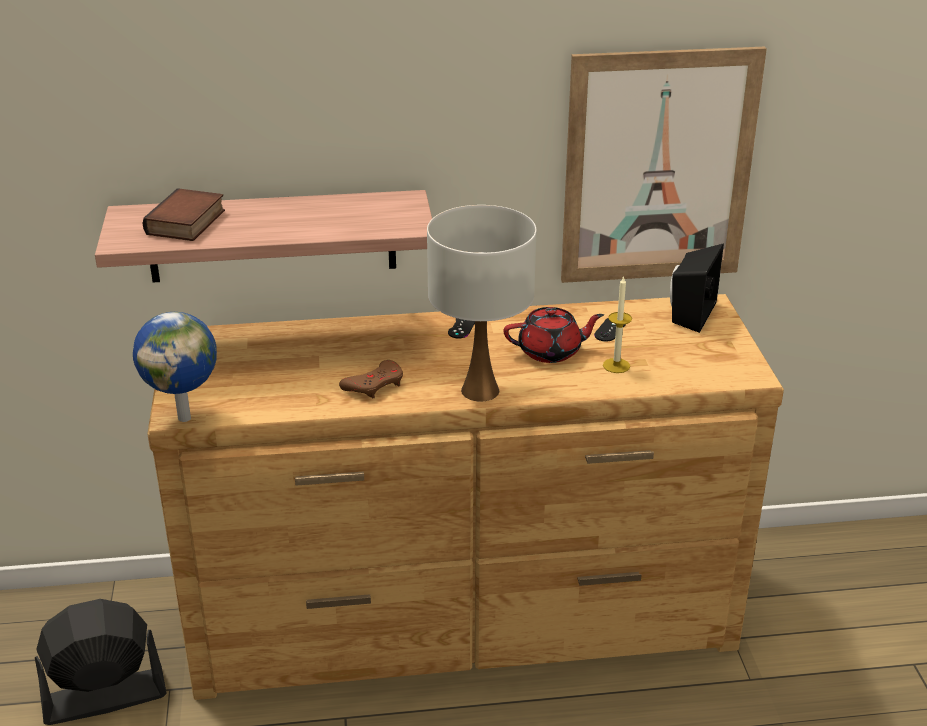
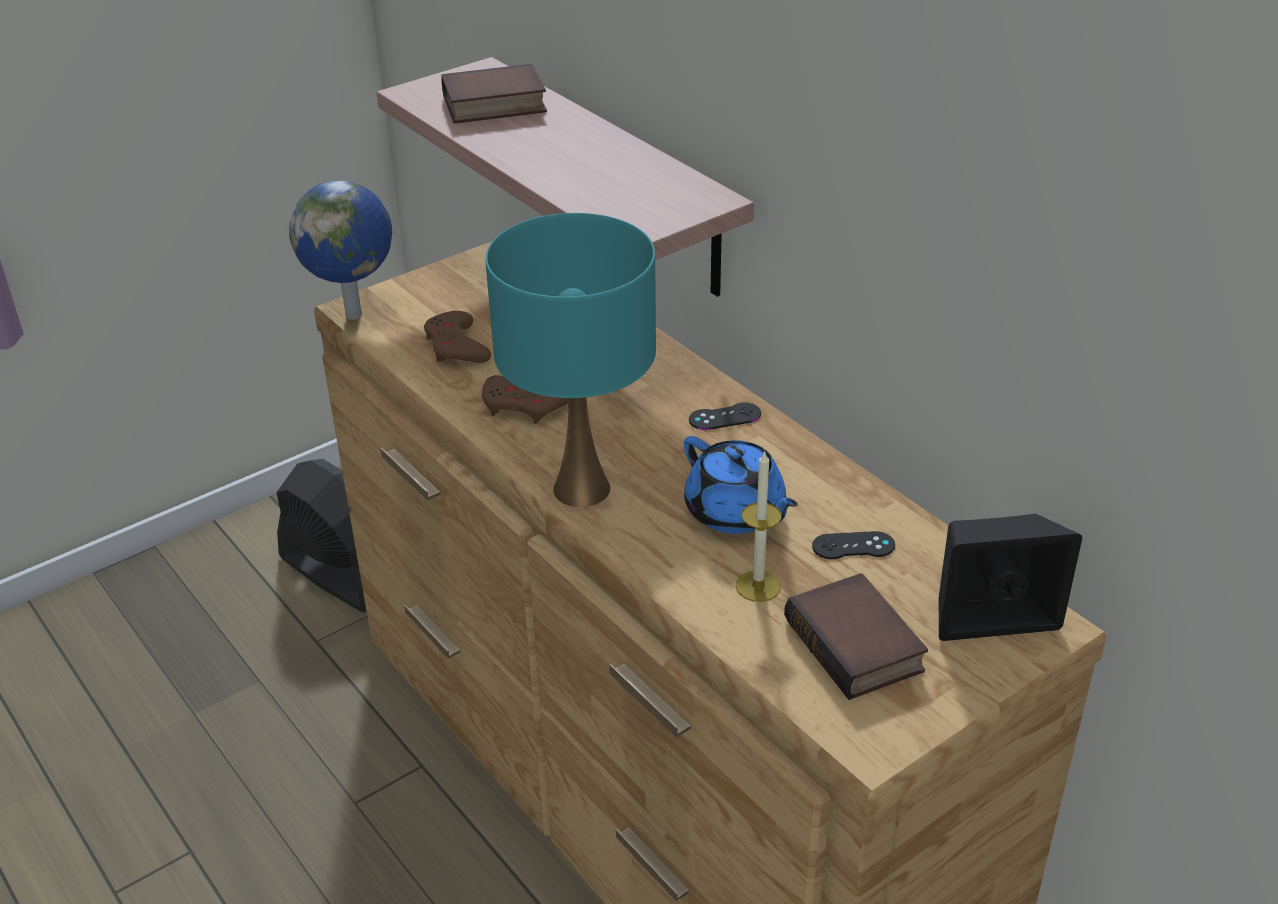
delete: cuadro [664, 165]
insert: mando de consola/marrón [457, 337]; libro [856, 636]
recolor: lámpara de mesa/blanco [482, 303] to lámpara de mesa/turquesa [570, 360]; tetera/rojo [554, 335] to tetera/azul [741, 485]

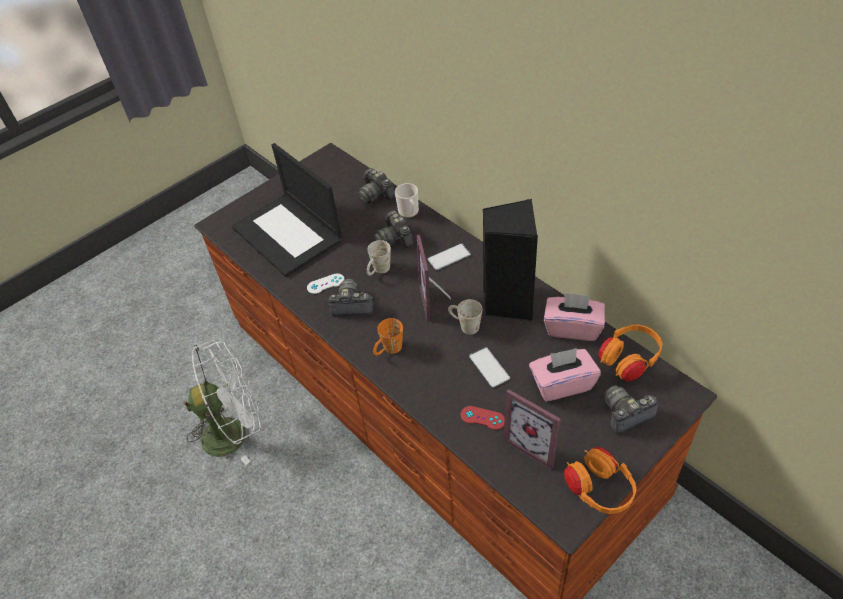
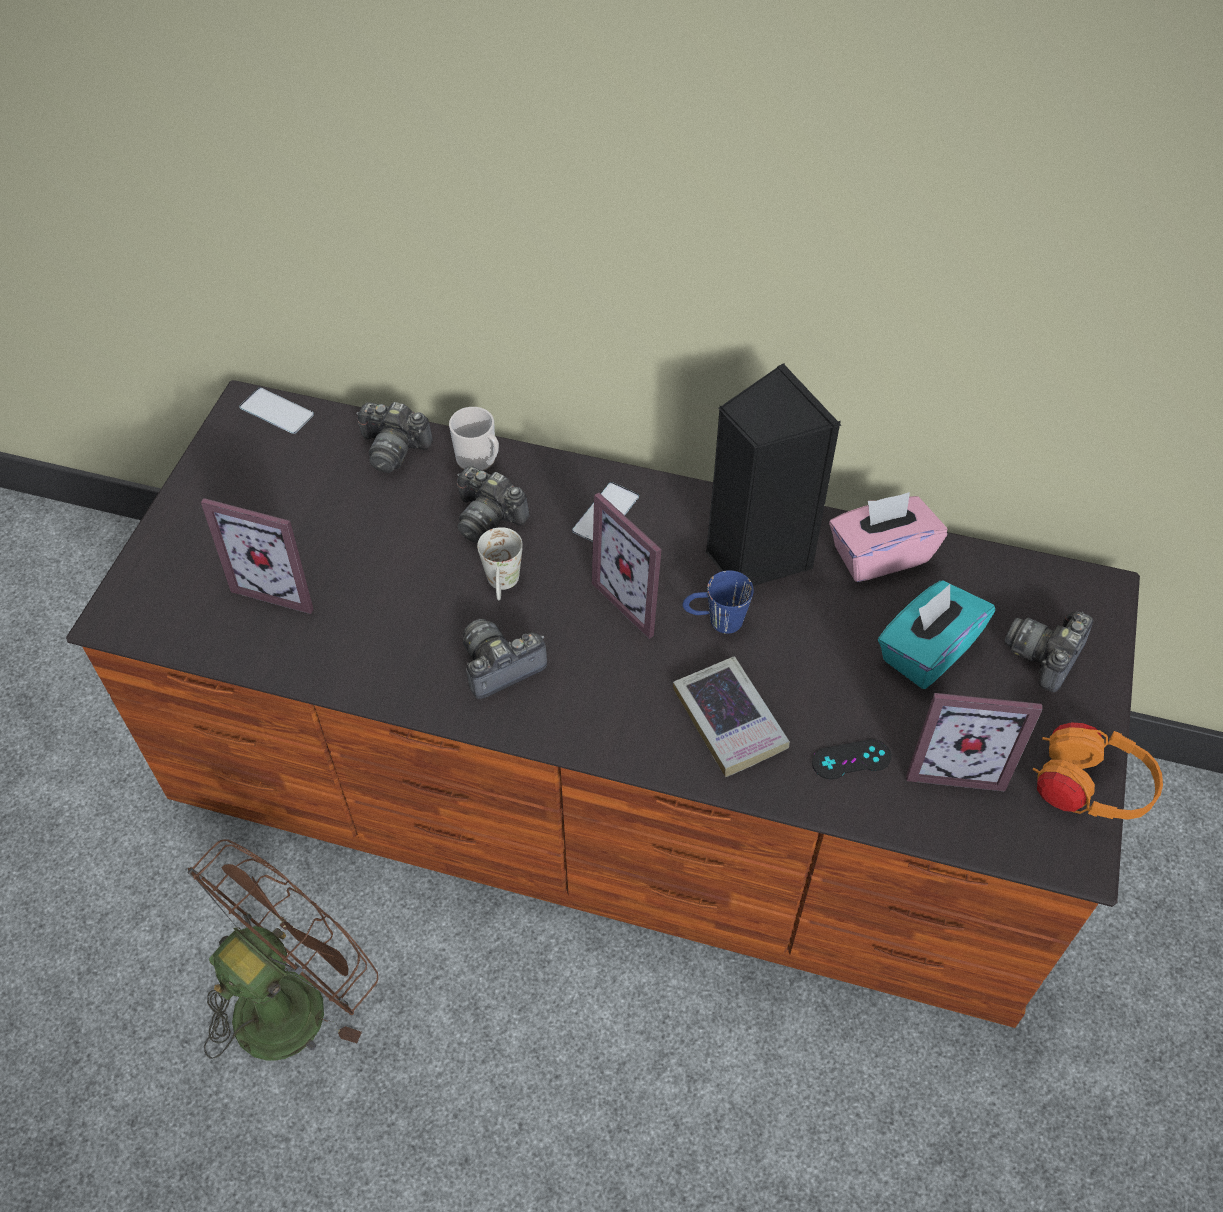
delete: mando de consola/blanco [326, 283]; taza grande/naranja [388, 337]; auriculares/naranja [630, 353]
insert: libro [731, 716]
move: móvil [489, 367] to [276, 411]
replace: portátil [287, 210] to portarretratos [257, 556]
recolor: ventilador/blanco [222, 402] to ventilador/marrón [282, 950]; taza grande/blanco [465, 317] to taza grande/azul [718, 602]; mando de consola/rojo [483, 418] to mando de consola/negro [851, 759]; caja de pañuelos/rosa [565, 374] to caja de pañuelos/turquesa [936, 634]

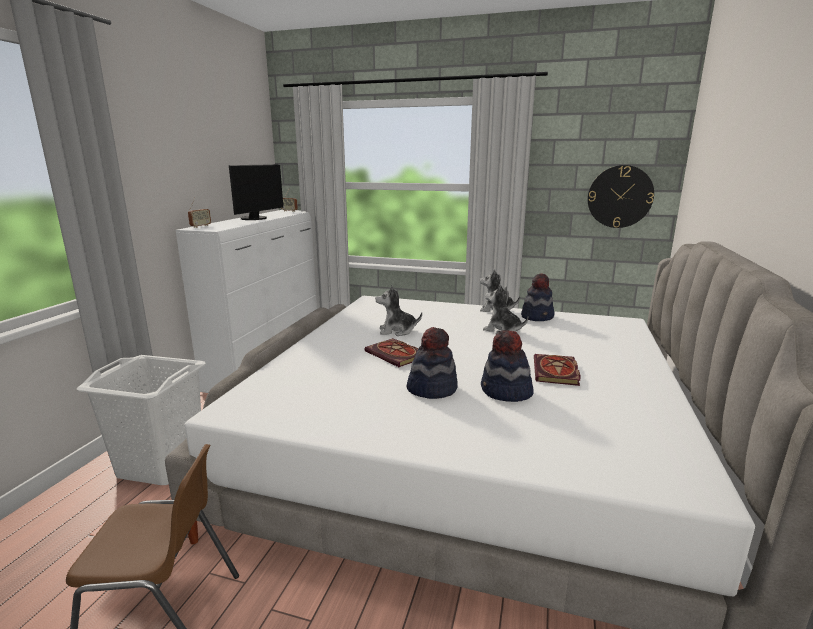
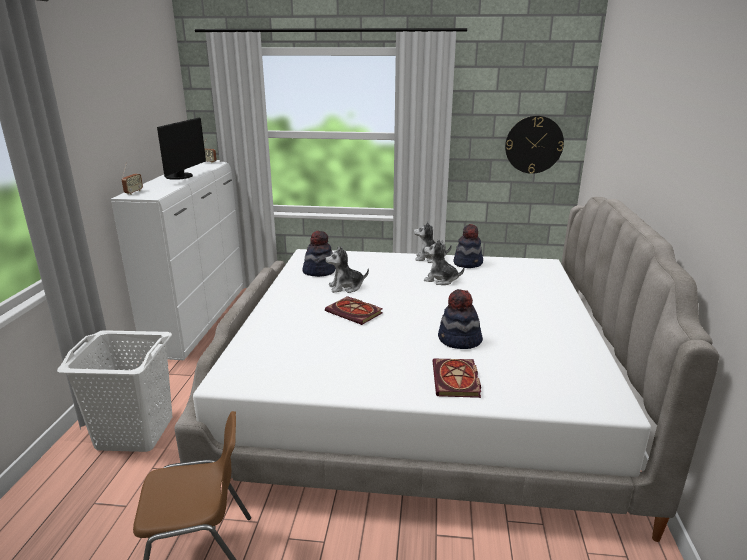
move: sombrero [432, 363] to [319, 254]; libro [557, 370] to [457, 378]

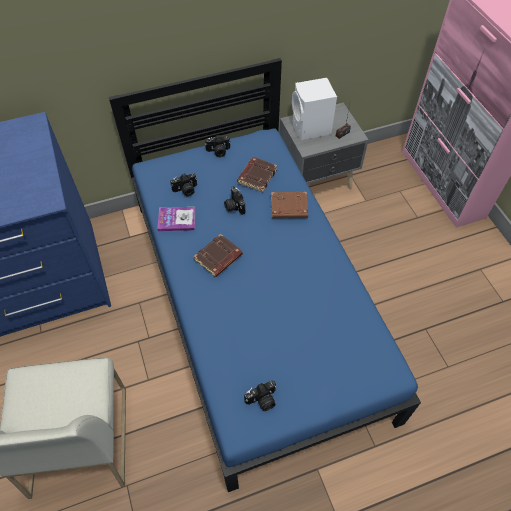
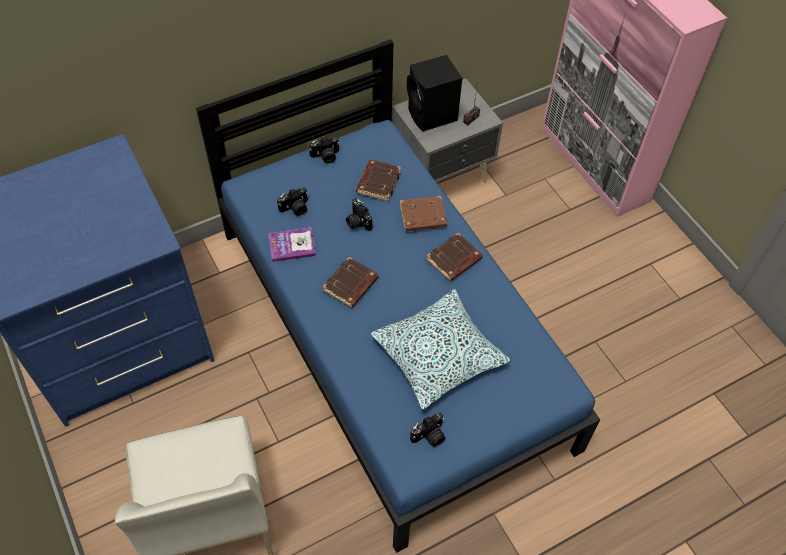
insert: cojín [440, 349]; libro/marrón [454, 257]
recolor: altavoz/blanco [314, 109] to altavoz/negro [434, 93]

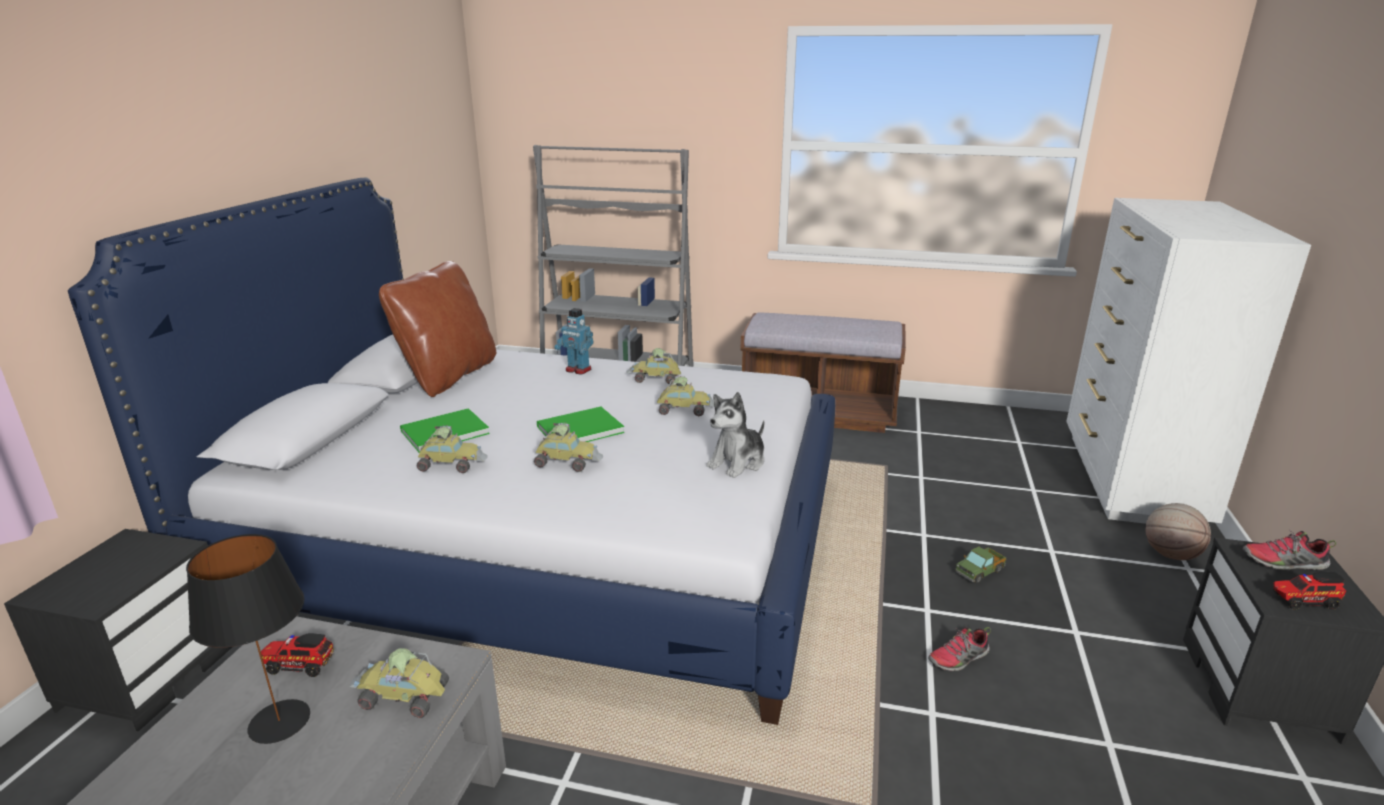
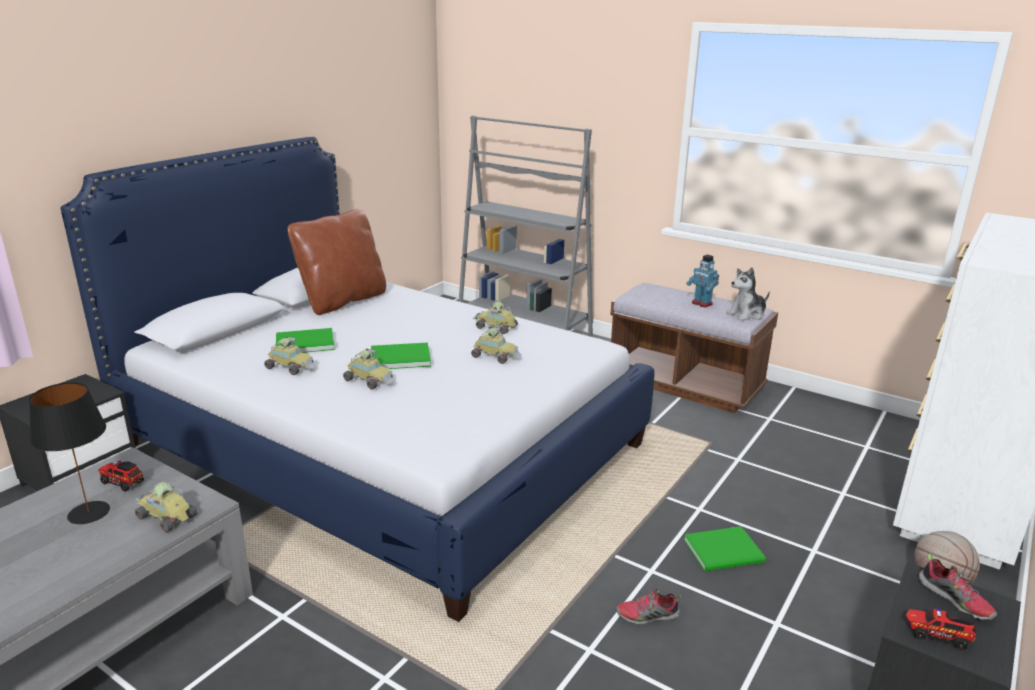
move: robot de juguete [574, 341] to [702, 280]; peluche [735, 435] to [748, 294]
replace: camión de juguete [980, 565] to libro/verde [725, 548]
rotate: zapato [1289, 550] = [958, 586] 150 degrees counterclockwise

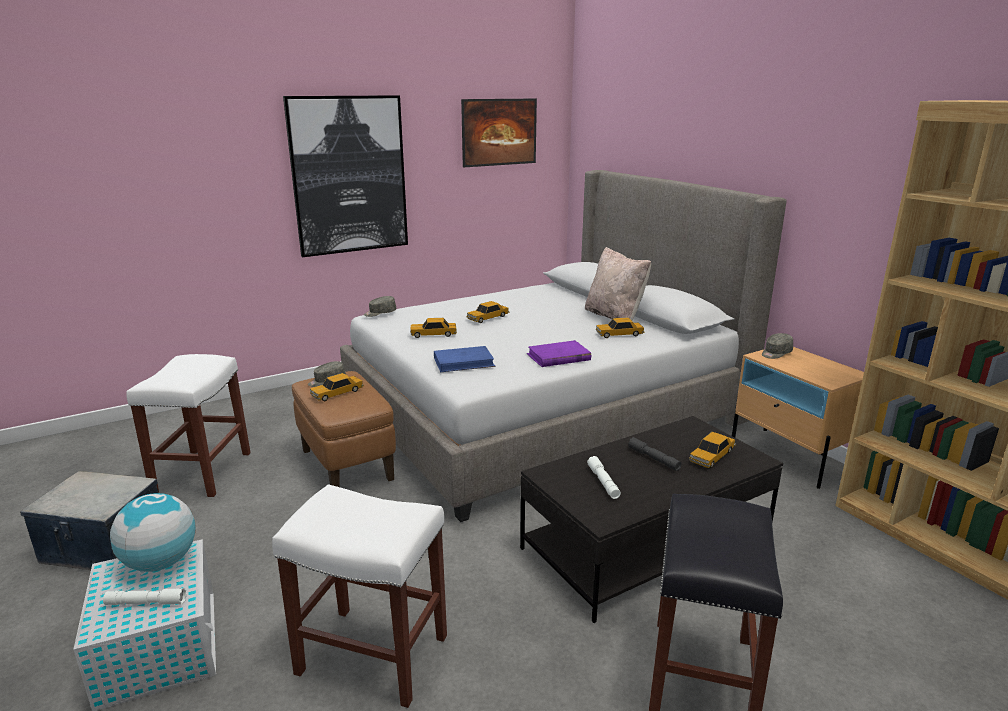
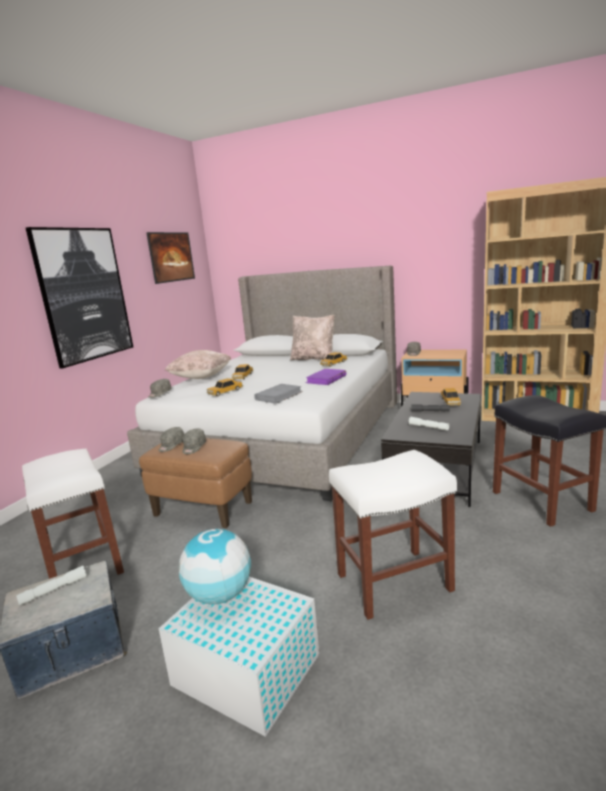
insert: cojín/beis [198, 364]
move: linterna/blanco [145, 596] to [51, 586]
replace: coche de juguete [337, 387] to gorra/gris [194, 441]
recolor: libro/azul [464, 359] to libro/gris [278, 394]

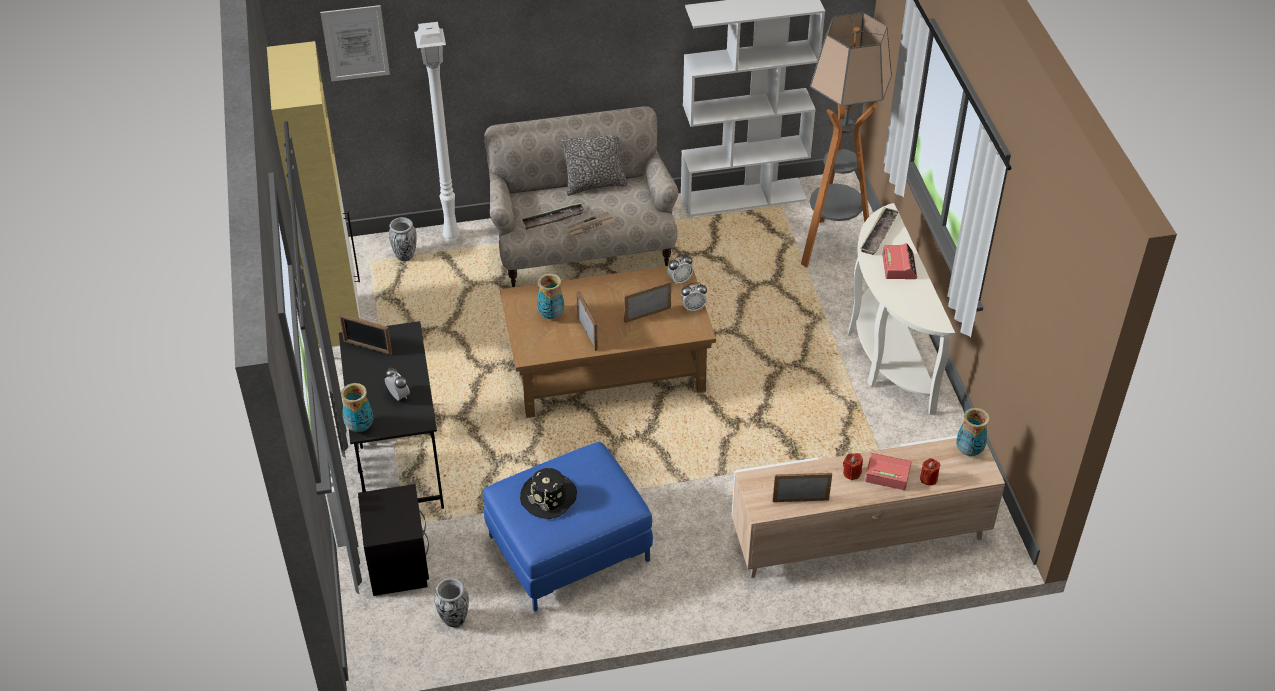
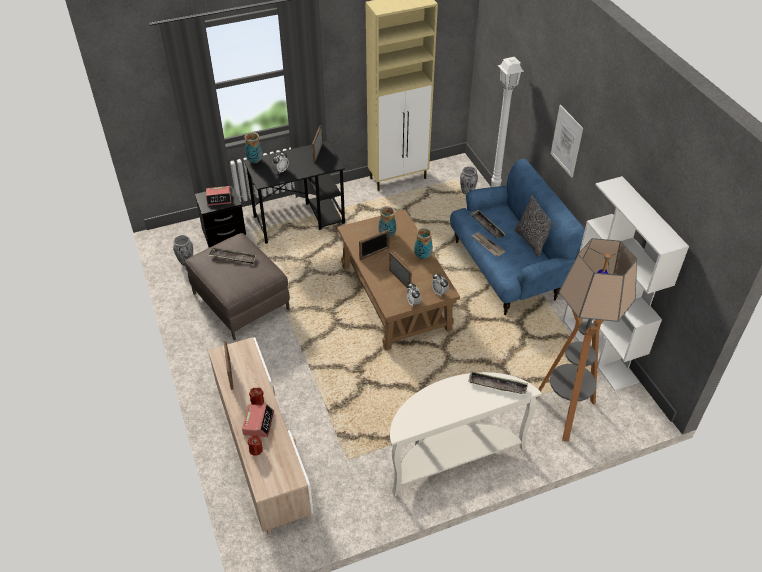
move: cuadro [355, 43] to [567, 141]; despertador [899, 261] to [218, 196]; florero [972, 432] to [423, 243]
replace: sombrero/negro [548, 493] to bandeja [232, 256]
recolor: puf/azul [568, 527] to puf/marrón [237, 286]; sofá/beis [581, 196] to sofá/azul [517, 237]

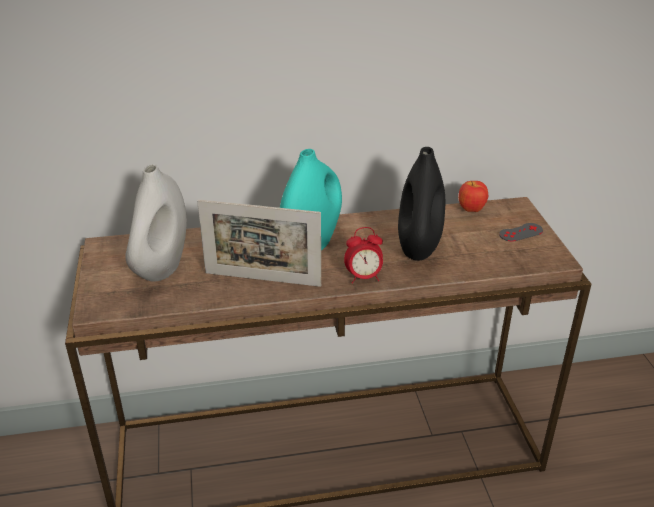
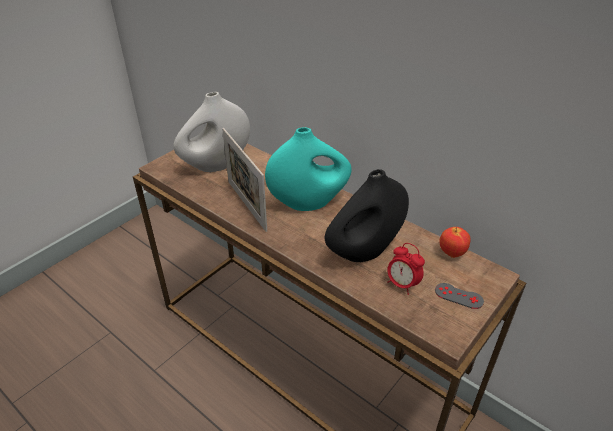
move: despertador [363, 255] to [406, 269]

